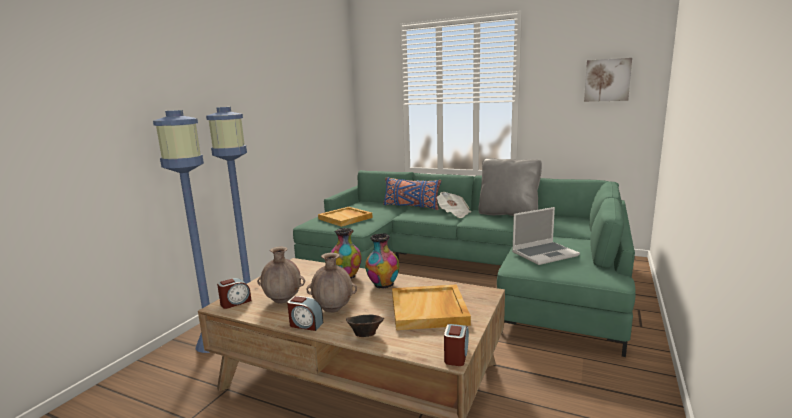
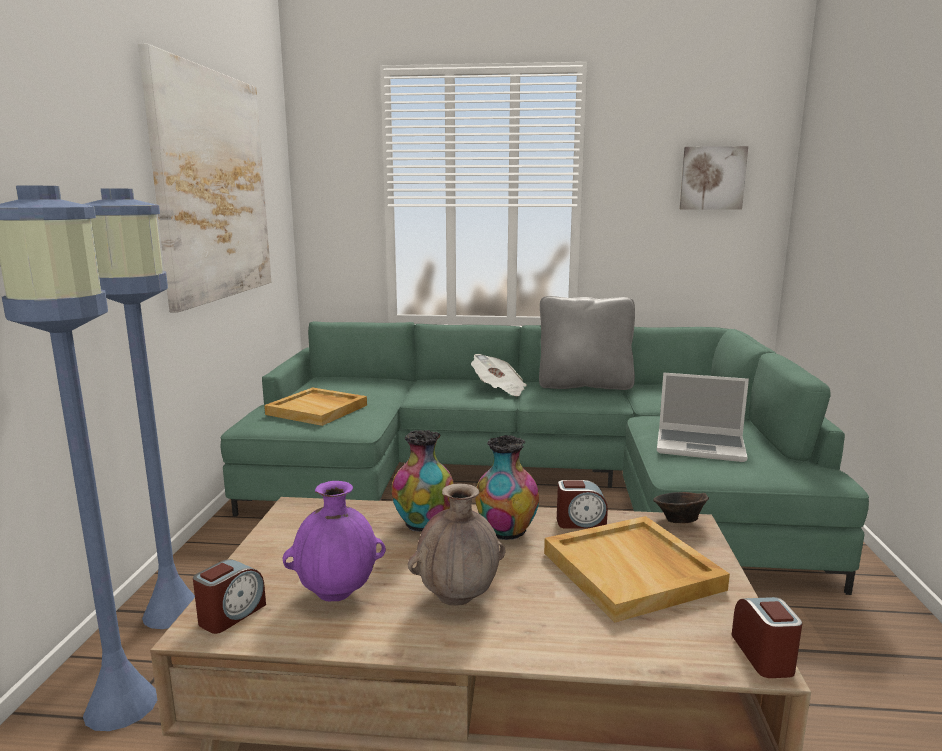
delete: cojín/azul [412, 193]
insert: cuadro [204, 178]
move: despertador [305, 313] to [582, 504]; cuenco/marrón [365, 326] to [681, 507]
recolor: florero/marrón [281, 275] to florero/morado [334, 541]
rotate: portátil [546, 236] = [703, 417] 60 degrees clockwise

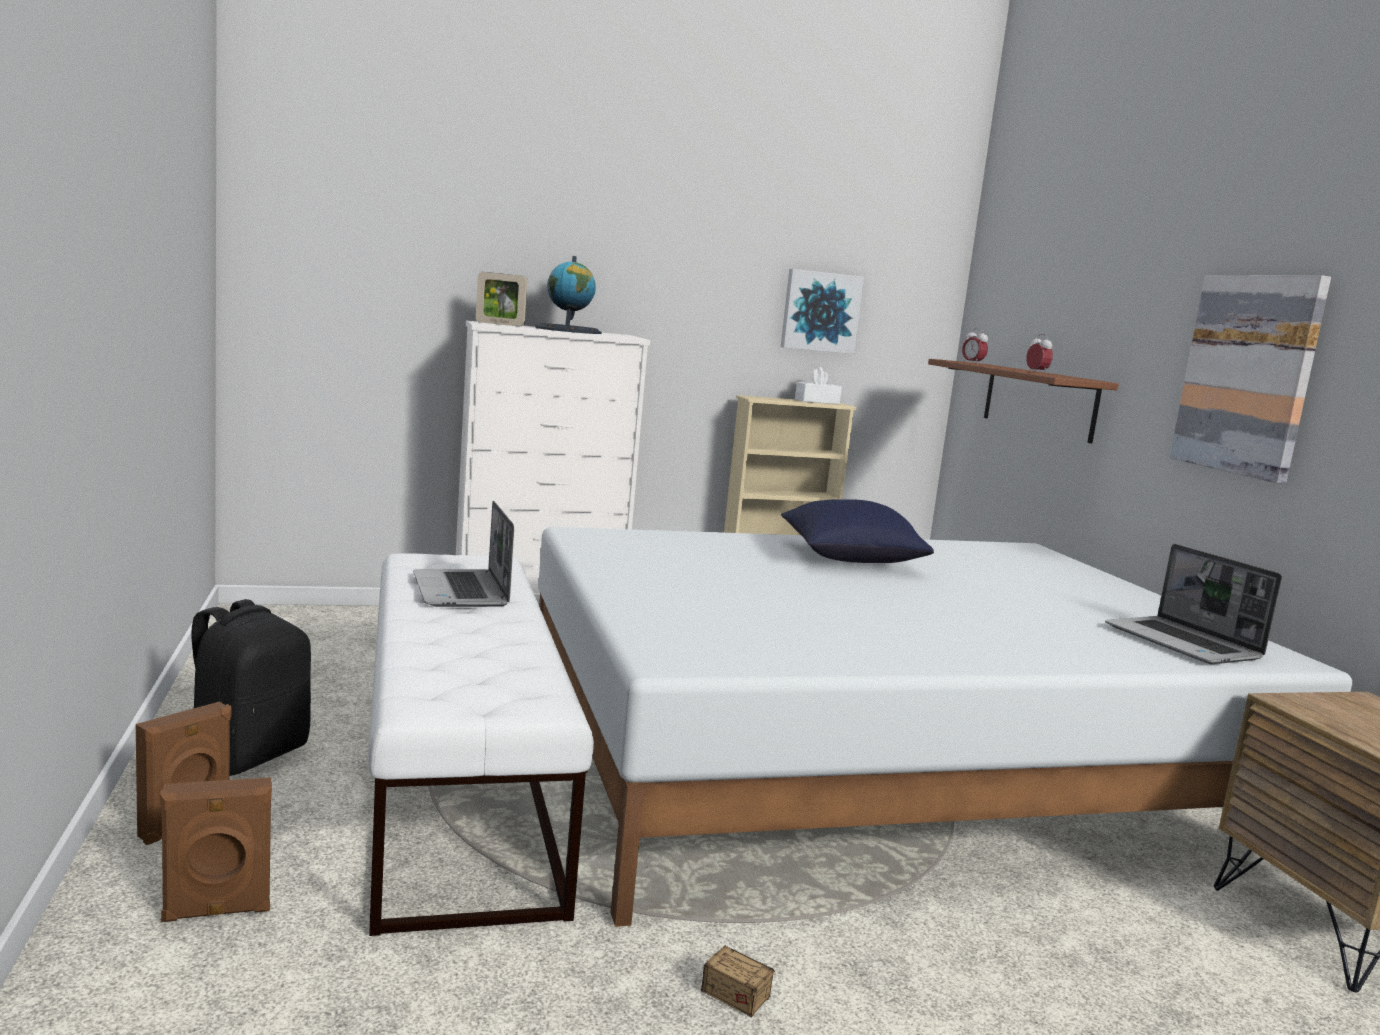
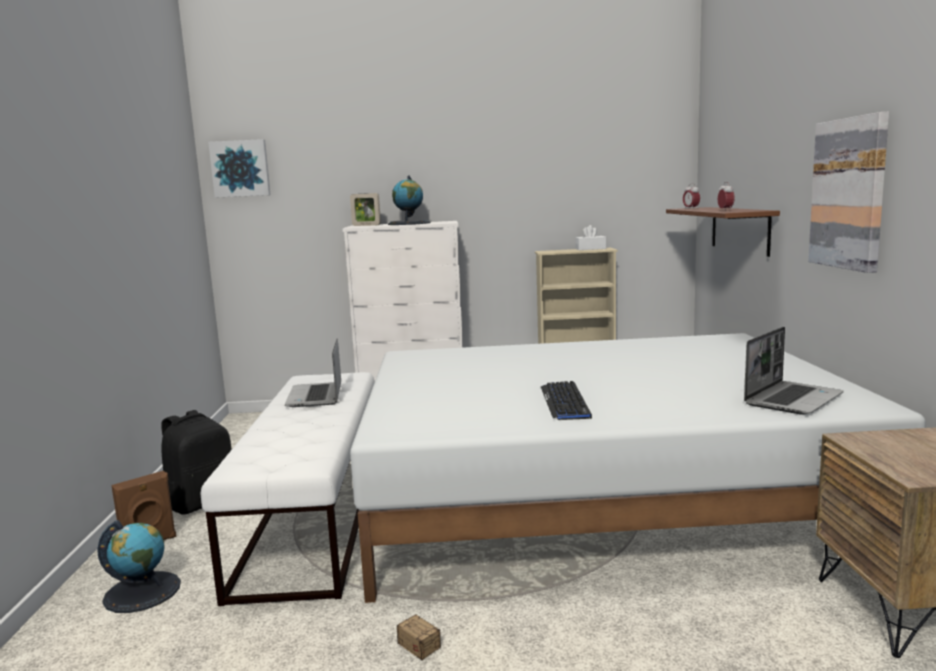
delete: cojín/azul [857, 531]
insert: teclado [566, 400]
move: cuadro [822, 311] to [239, 168]
replace: altavoz/marrón [216, 849] to globo terráqueo [139, 566]
rotate: portátil [1193, 604] = [794, 371] 120 degrees counterclockwise

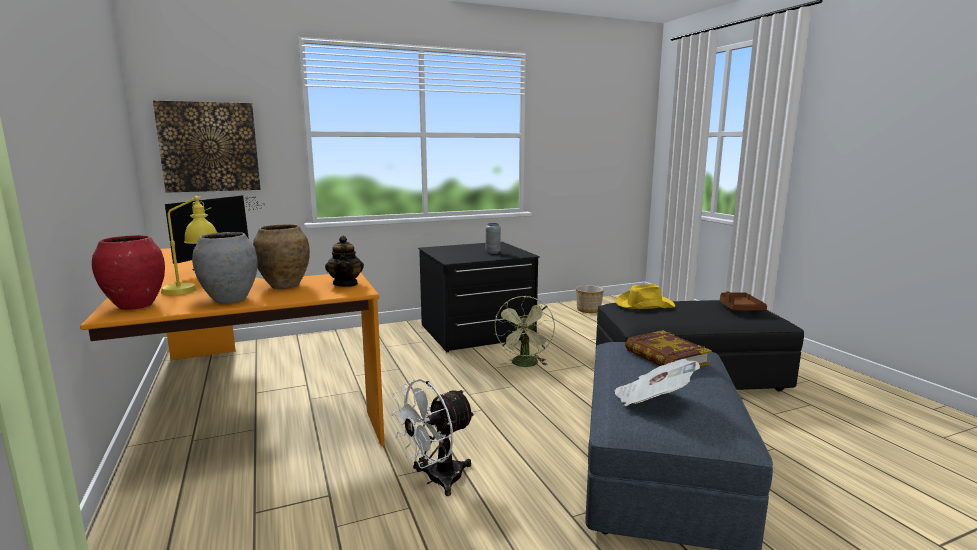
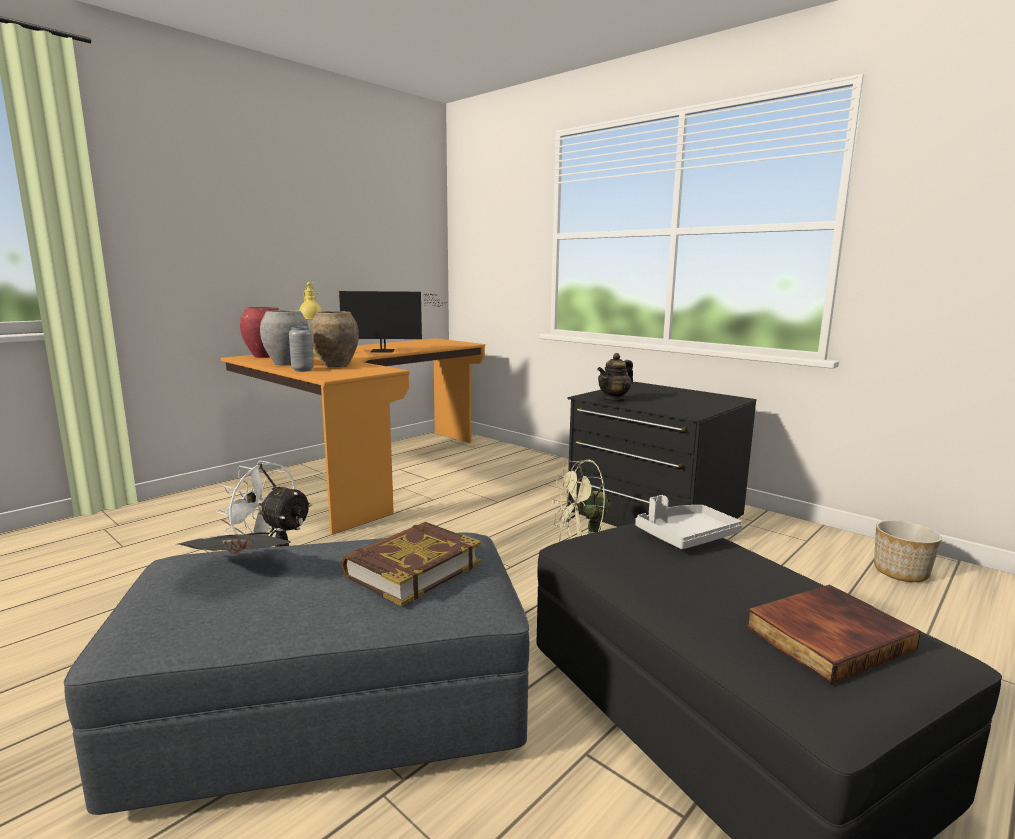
delete: cuadro [207, 147]
move: tetera [344, 261] to [615, 378]; florero/gris [493, 238] to [301, 349]
replace: sombrero/amarillo [645, 296] to bandeja/gris [689, 522]; bandeja/marrón [743, 301] to libro [832, 634]

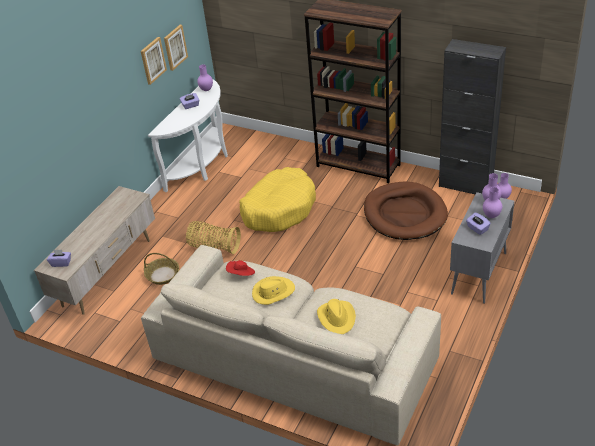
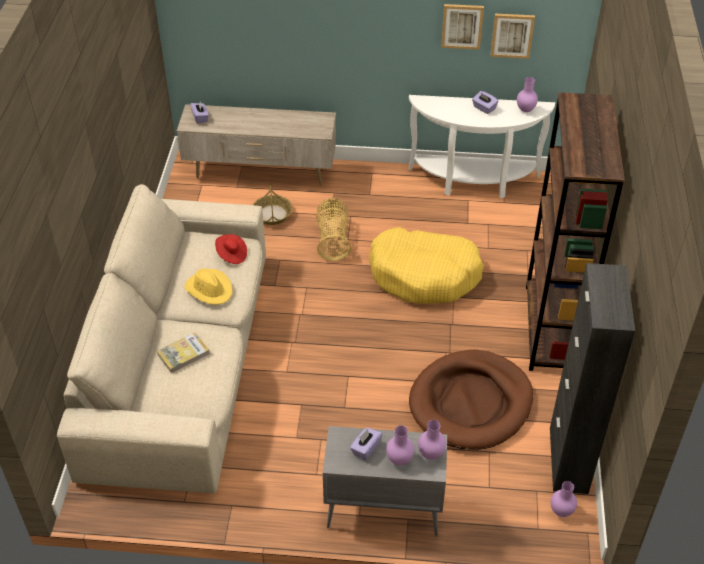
replace: sombrero/amarillo [336, 316] to libro [183, 352]

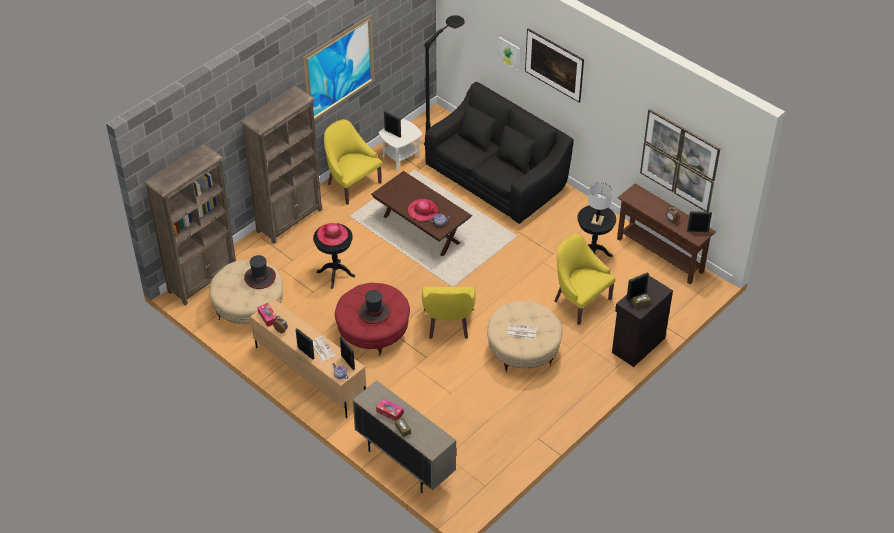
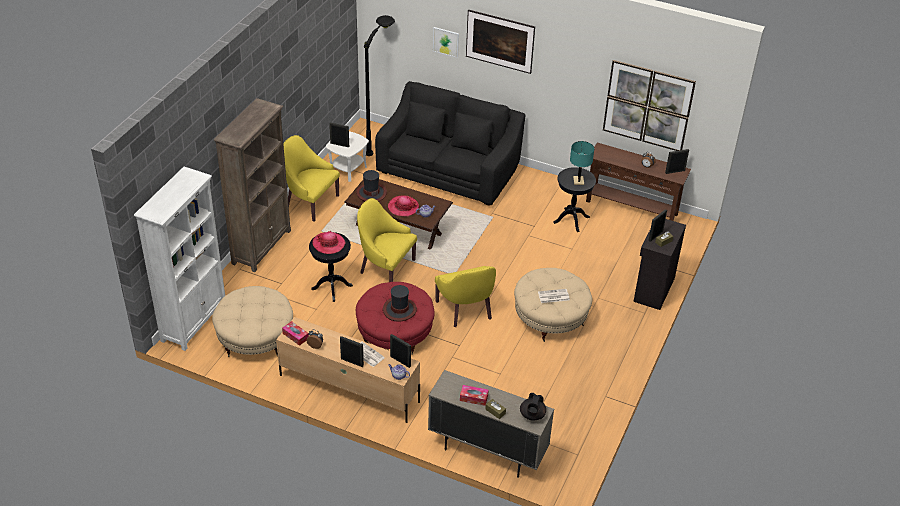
delete: cuadro [339, 67]
insert: tetera/negro [533, 407]
move: sombrero [260, 272] to [371, 186]; sillón/amarillo [584, 279] to [387, 240]
recolor: estantería/marrón [189, 224] to estantería/blanco [179, 259]; lámpara de mesa/blanco [600, 204] to lámpara de mesa/turquesa [582, 163]

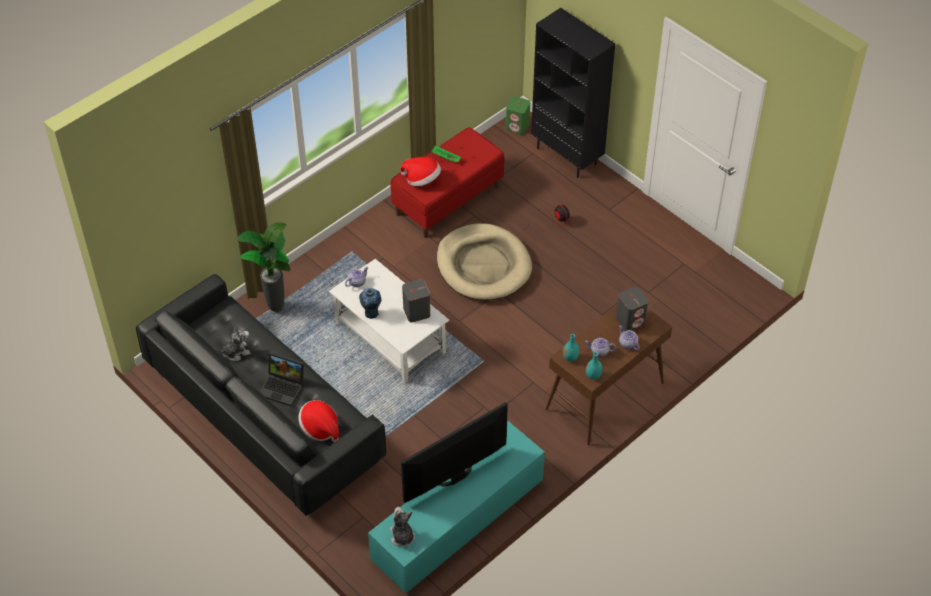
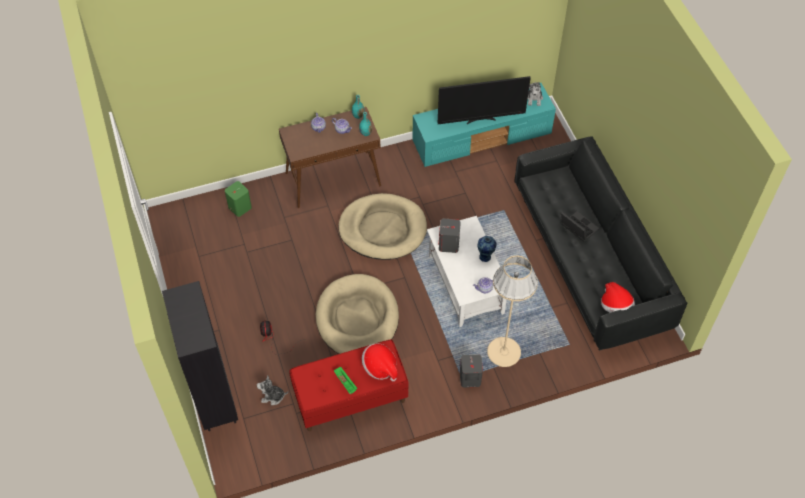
delete: planta en maceta [263, 267]
insert: cama para perro/beis [382, 226]; lámpara de pie/beis [512, 311]
move: peluche [234, 344] to [272, 390]; sombrero [318, 421] to [618, 297]; altavoz/verde [518, 115] to [238, 199]; altavoz/gris [632, 309] to [471, 371]

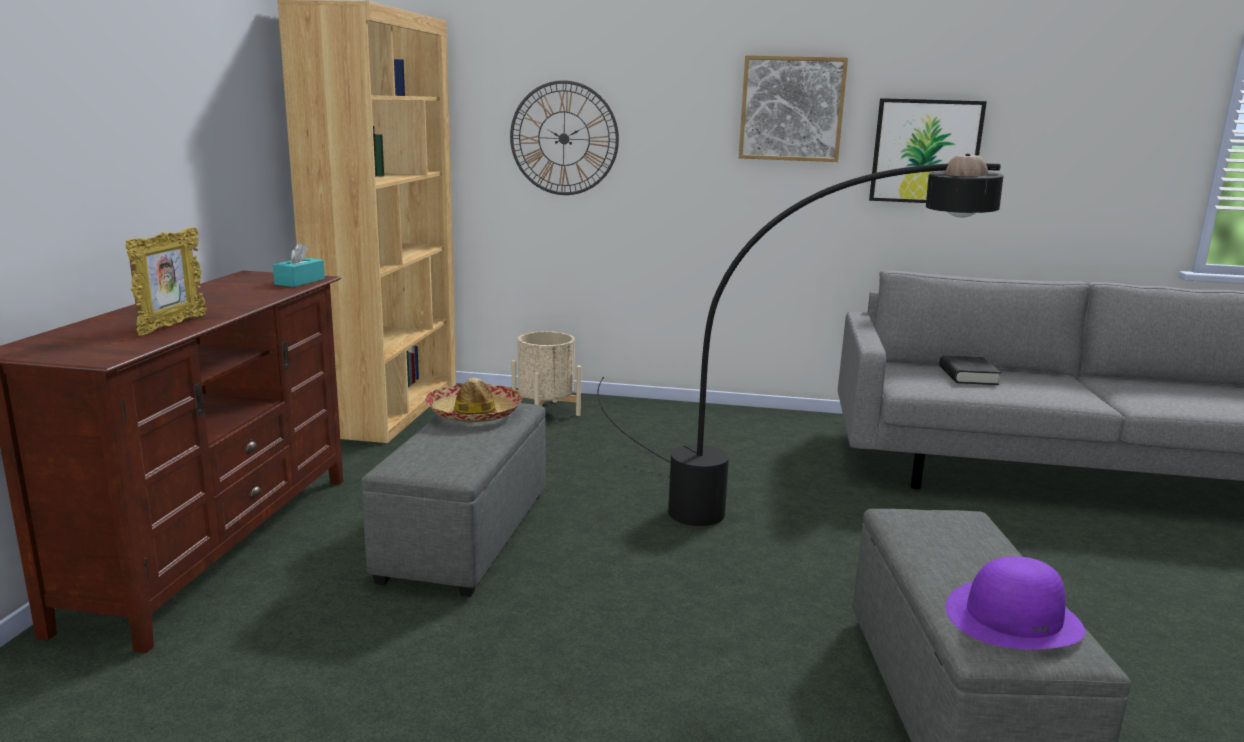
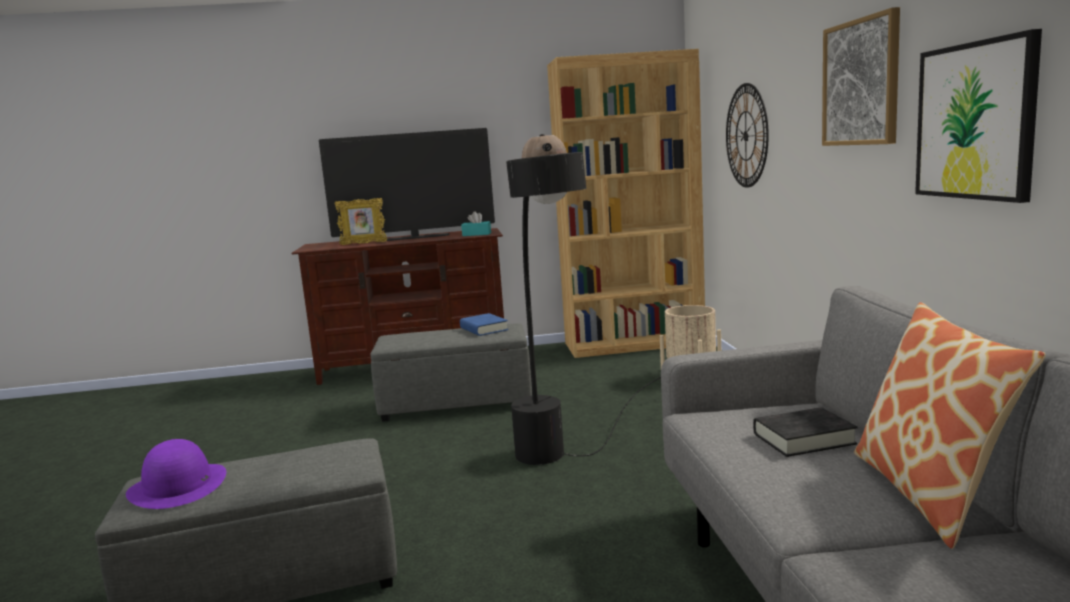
insert: televisor [407, 184]; cojín [950, 425]
replace: sombrero [473, 400] to libro/azul [484, 324]

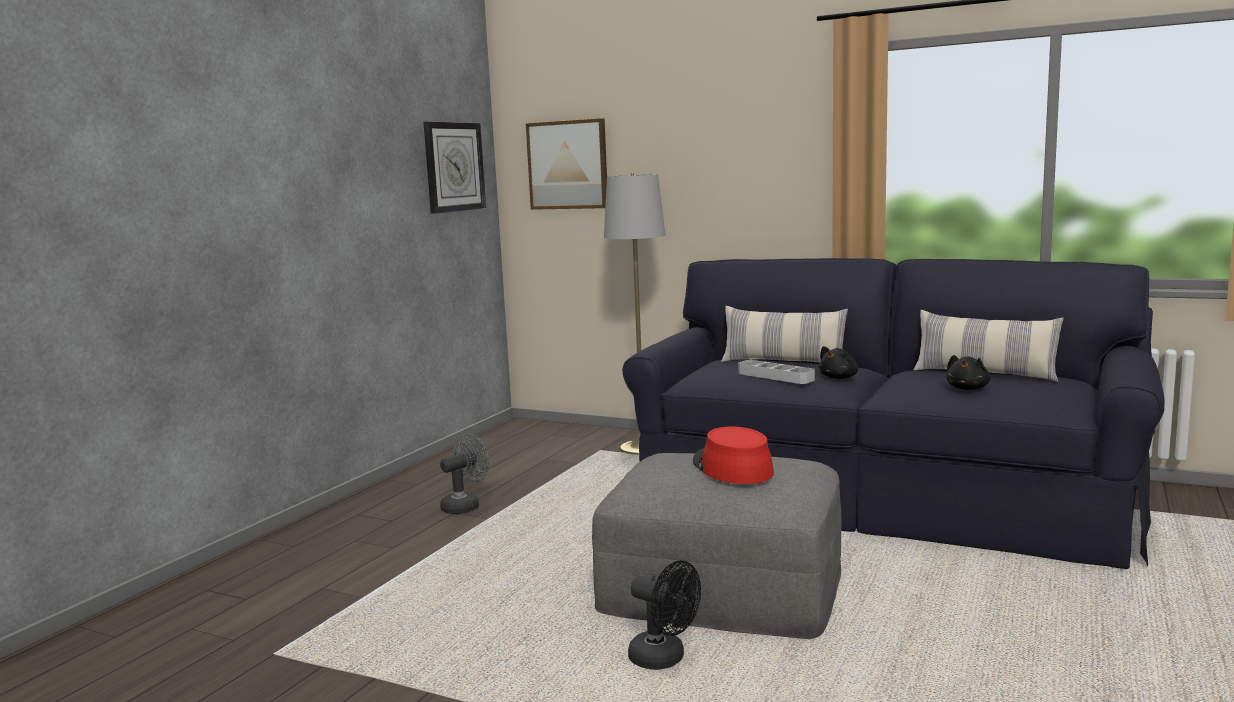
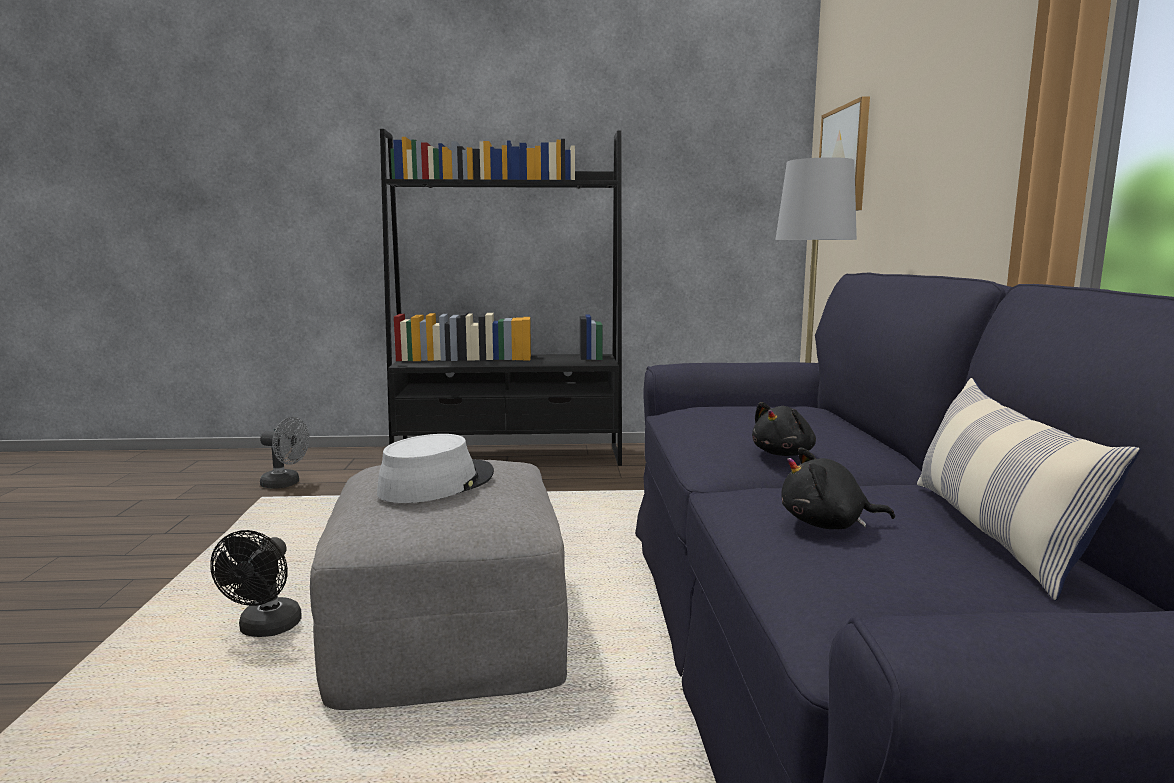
delete: reloj de pared [454, 168]; cojín [784, 334]; bandeja/gris [776, 372]
insert: estantería/negro [501, 297]
move: ventilador/gris [464, 474] to [284, 453]
recolor: sombrero/rojo [733, 455] to sombrero/gris [435, 468]
rotate: peluche/negro [838, 362] = [784, 429] 60 degrees counterclockwise

